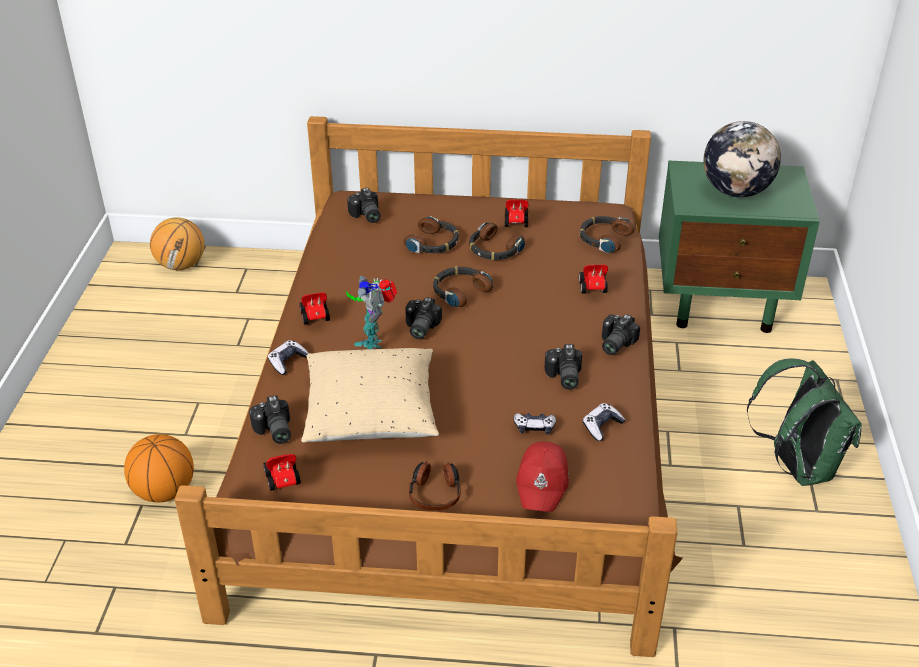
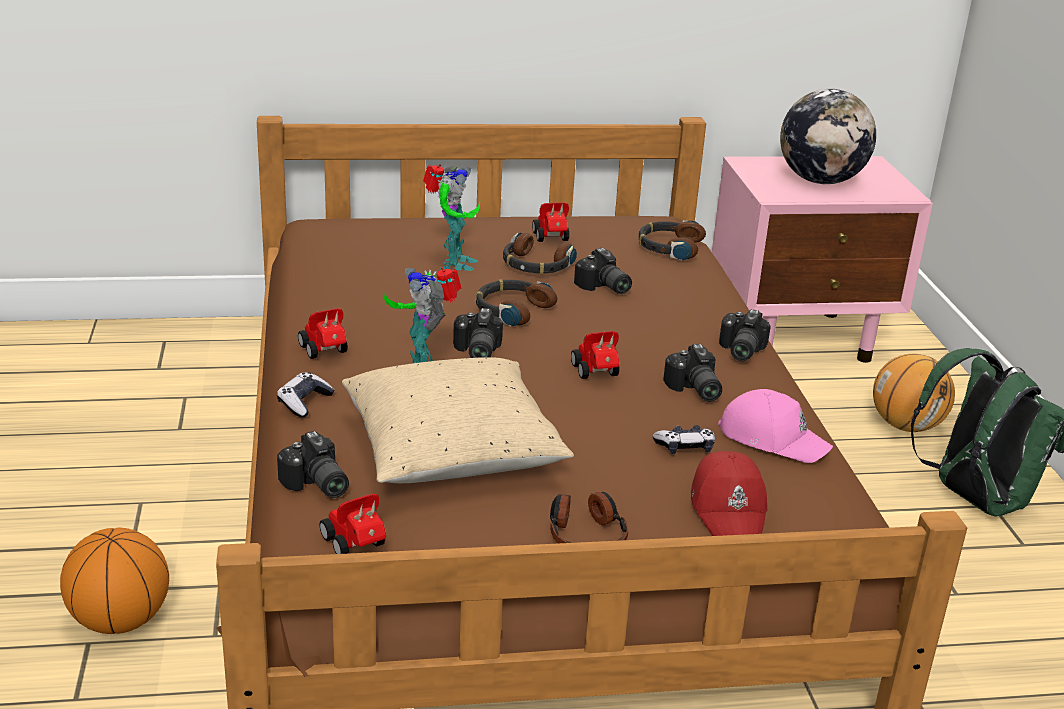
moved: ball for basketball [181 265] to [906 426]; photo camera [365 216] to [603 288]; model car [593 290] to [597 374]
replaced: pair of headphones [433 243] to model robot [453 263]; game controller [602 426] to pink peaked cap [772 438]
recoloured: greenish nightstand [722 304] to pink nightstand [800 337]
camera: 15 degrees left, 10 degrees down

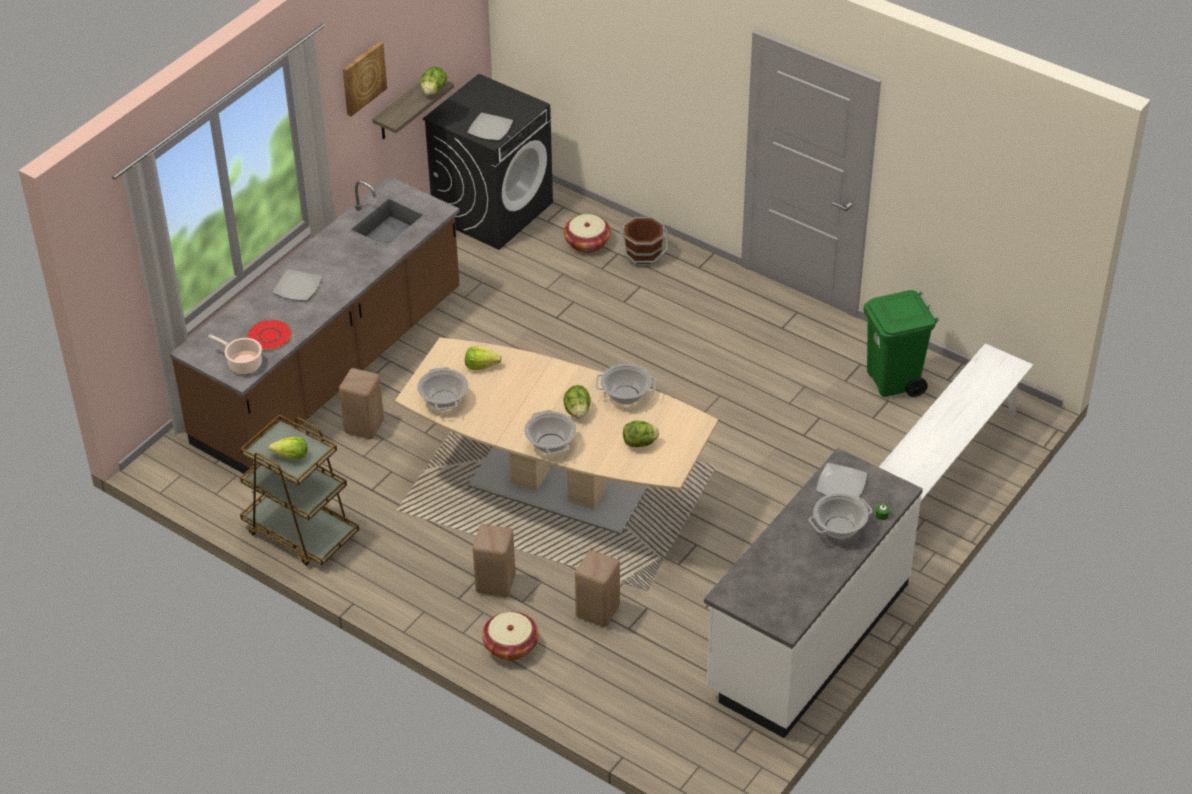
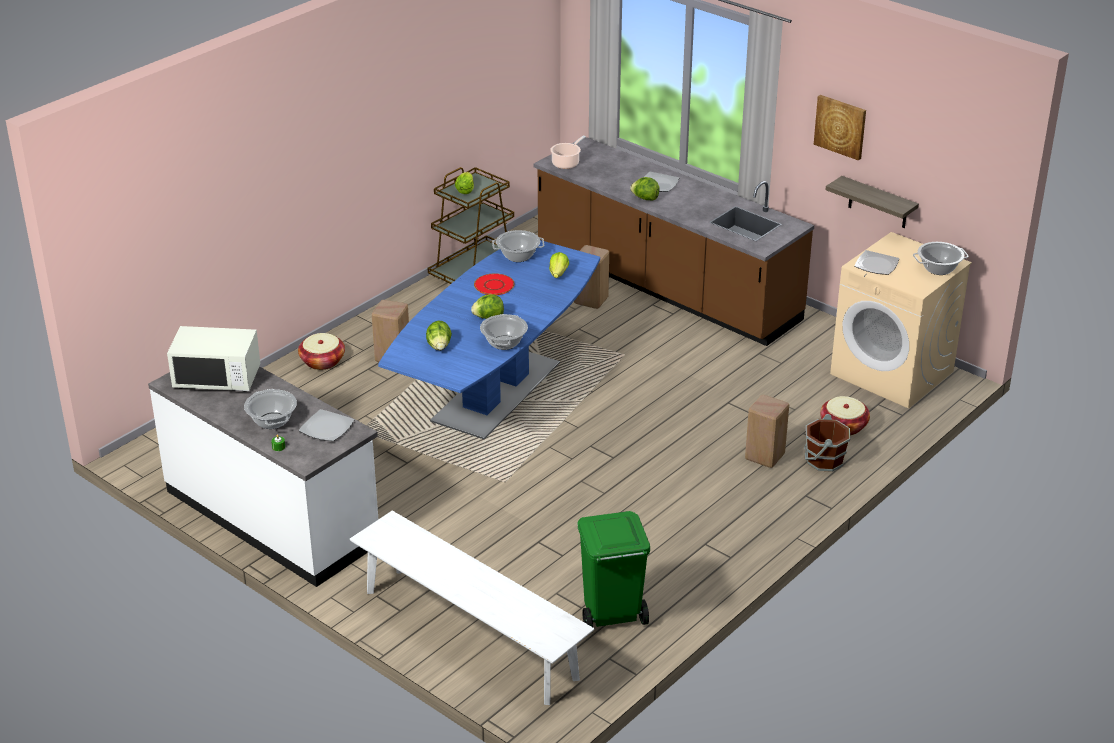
added: white microwave [217 378]
moved: reddish flat dish [269 336] to [494 285]; lettuce [433 91] to [645 198]; saucepot [550 444] to [938 268]; sand-coloured stool [596 611] to [764 456]
recoloured: sand-coloured dinner table [558 488] to blue-coloured dinner table [496 392]; blackish laundry appliance [492 210] to sand-coloured laundry appliance [892 373]
camera: 95 degrees right, 10 degrees down

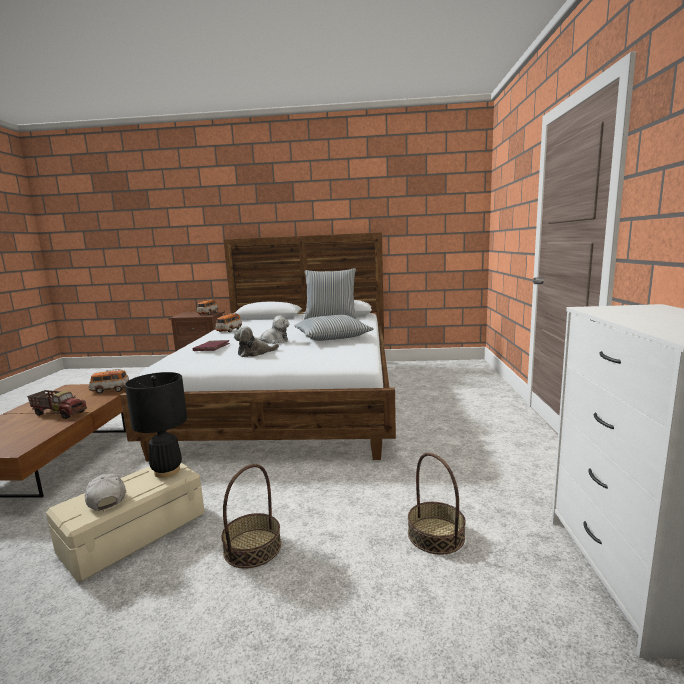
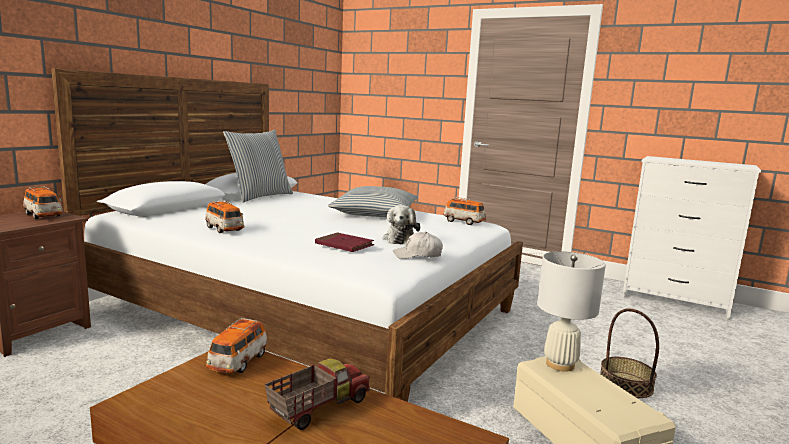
removed: plush toy [273 341]; household basket [436 535]
added: model car [464 222]
moved: white peaked cap [106 498] to [417 255]
recoloured: blackish tabletop lamp [167 471] to white tabletop lamp [559 364]
camera: 65 degrees left, 0 degrees up

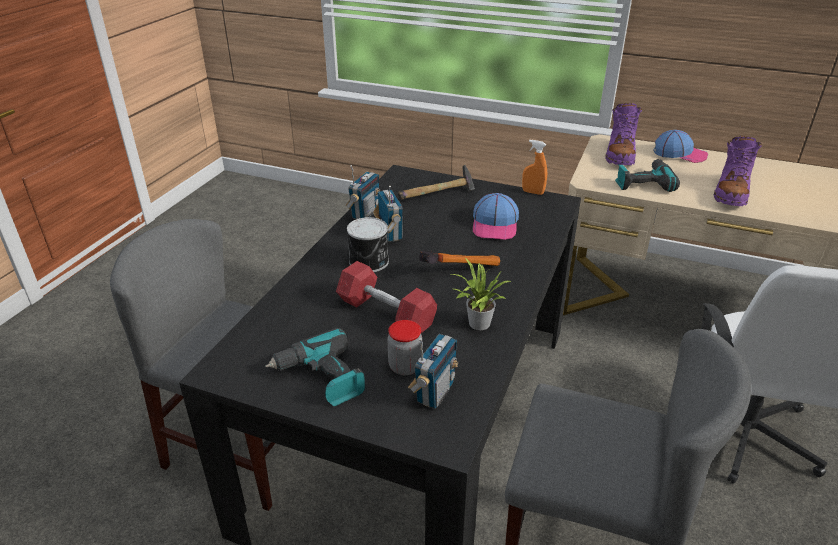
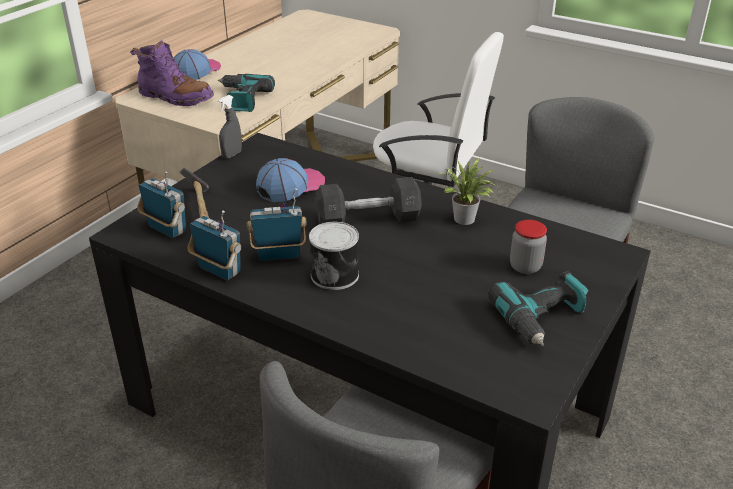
removed: reddish free weight [386 313]; purple tall boot [731 193]
moved: radio set [434 392] to [166 229]
replaced: tool hammer [457 268] to gray free weight [368 219]
recoloured: orange-coloured spray bottle [533 192] to gray spray bottle [232 154]
turned: peaked cap [495 225] = [290 186] 60 degrees counterclockwise
camera: 80 degrees left, 0 degrees up

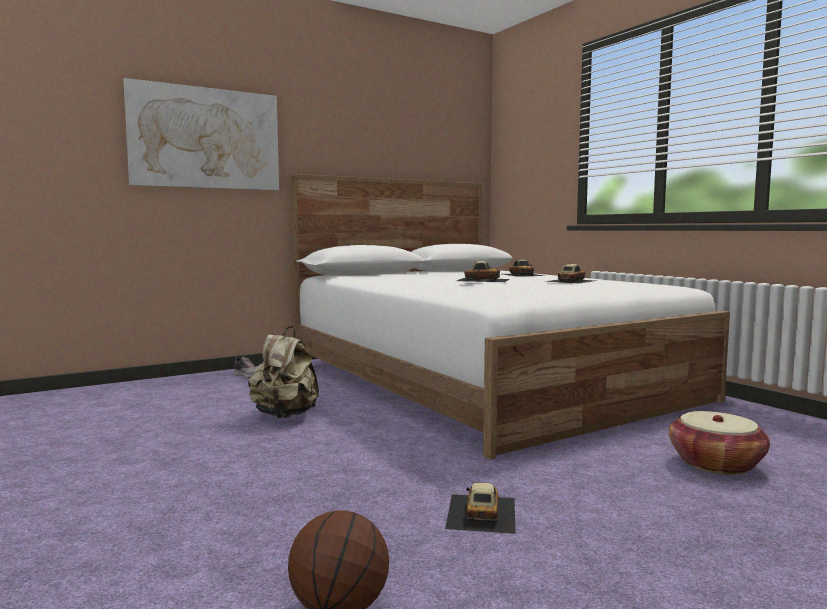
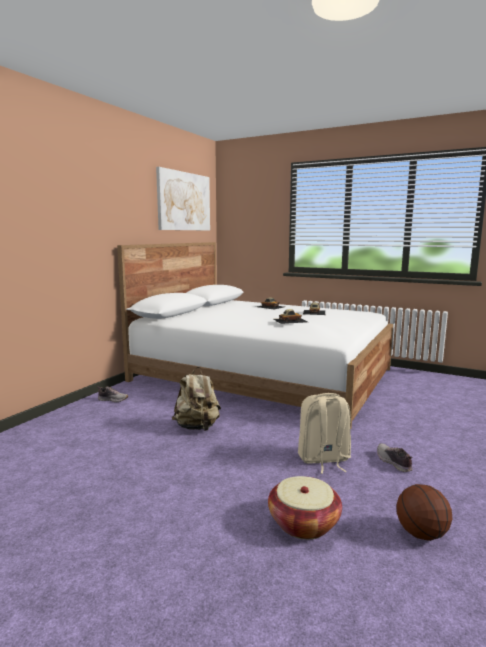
added: sand-coloured knapsack [323 459]
moved: wall picture [205 138] to [184 201]; household basket [716 464] to [304 523]
replaced: model car [481 513] to shoe [393 462]
camera: 30 degrees left, 5 degrees up

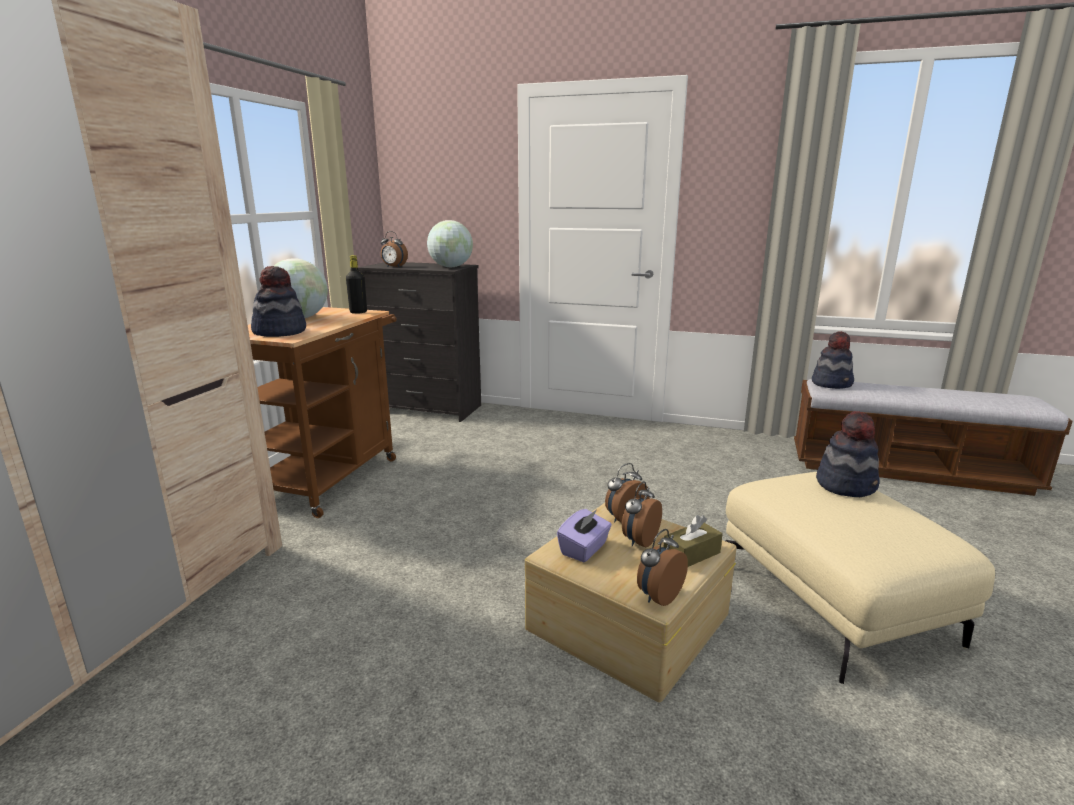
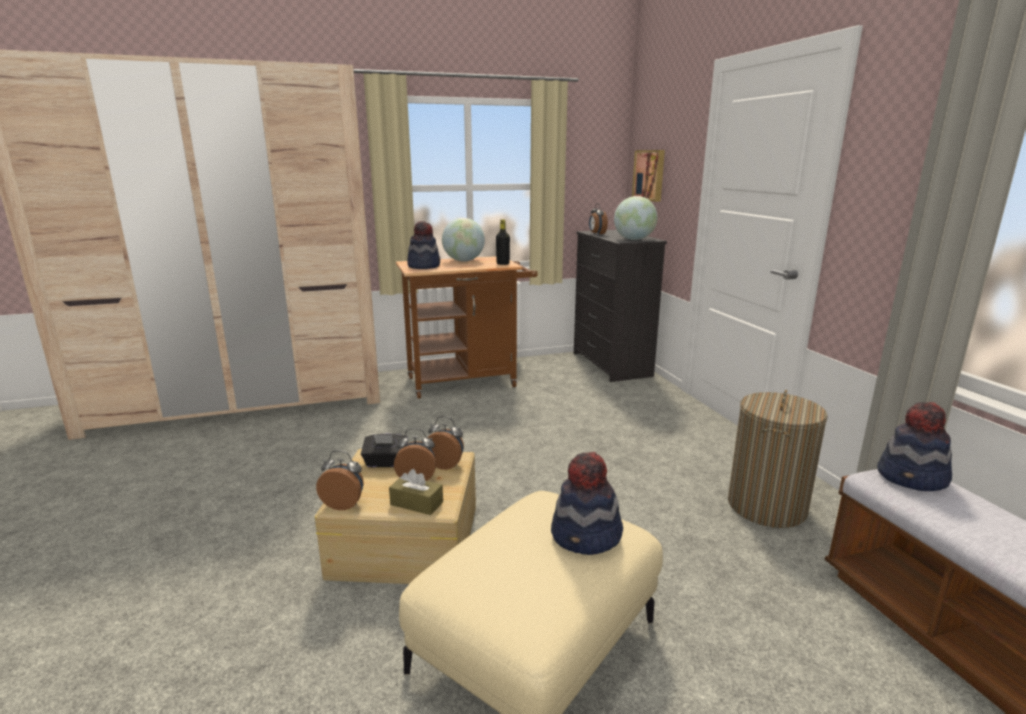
added: wall picture [650 175]; hamper [766 506]
recoloured: purple tissue holder [584 549] to blackish tissue holder [386 462]
camera: 55 degrees right, 0 degrees up

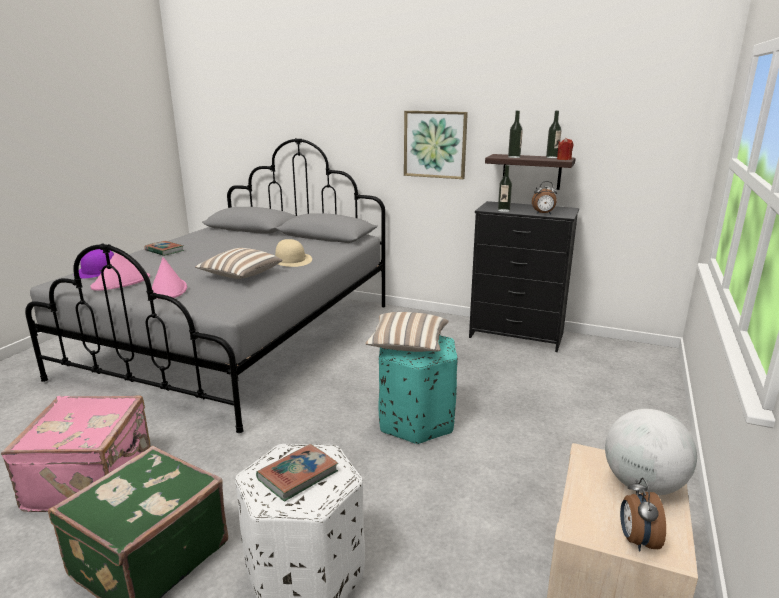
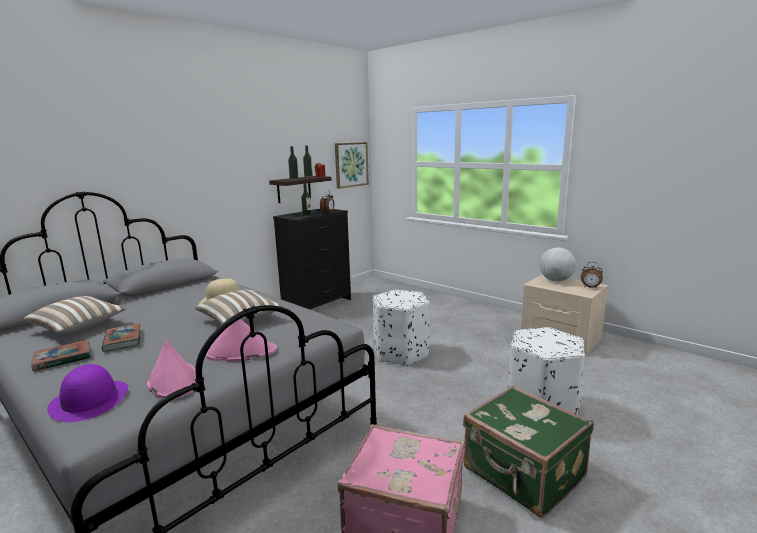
moved: volume [298 475] to [122 340]; cushion [408 346] to [79 326]; wall picture [435 144] to [351 164]
recoloured: turquoise-coloured pouffe [416 421] to white pouffe [401 353]
camera: 70 degrees left, 5 degrees down

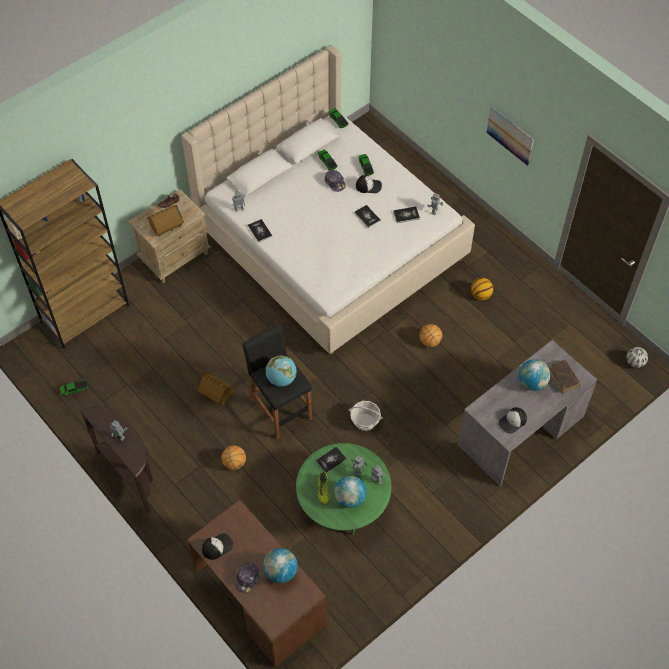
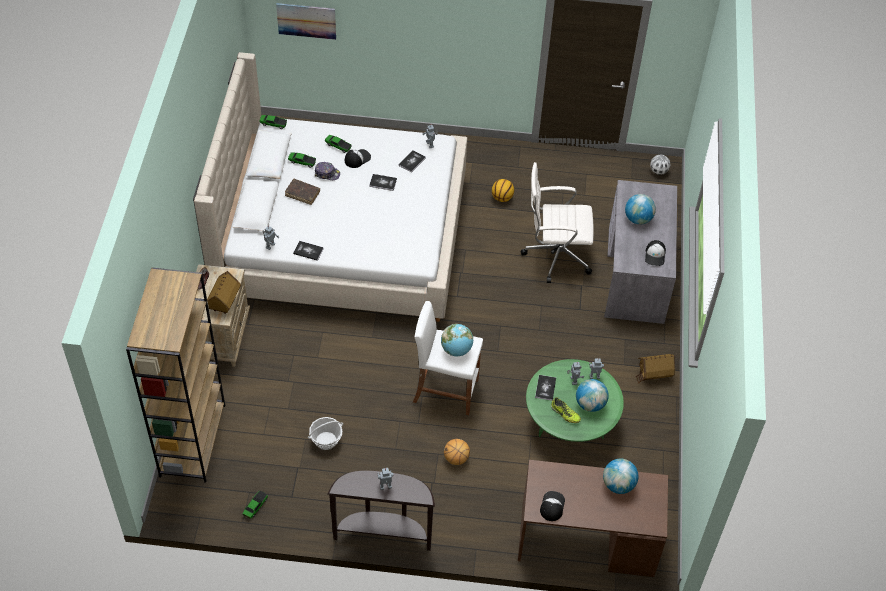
removed: peaked cap [247 579]; ball for basketball [430 341]
added: white office chair [555 255]
moved: toy house [216 395] to [653 374]; household basket [365 422] to [326 440]; wall picture [510 135] to [306 21]; brown volume [563 378] to [302 194]
recoloured: blackish stool [280 408] to white stool [445 391]
camera: 45 degrees left, 5 degrees down

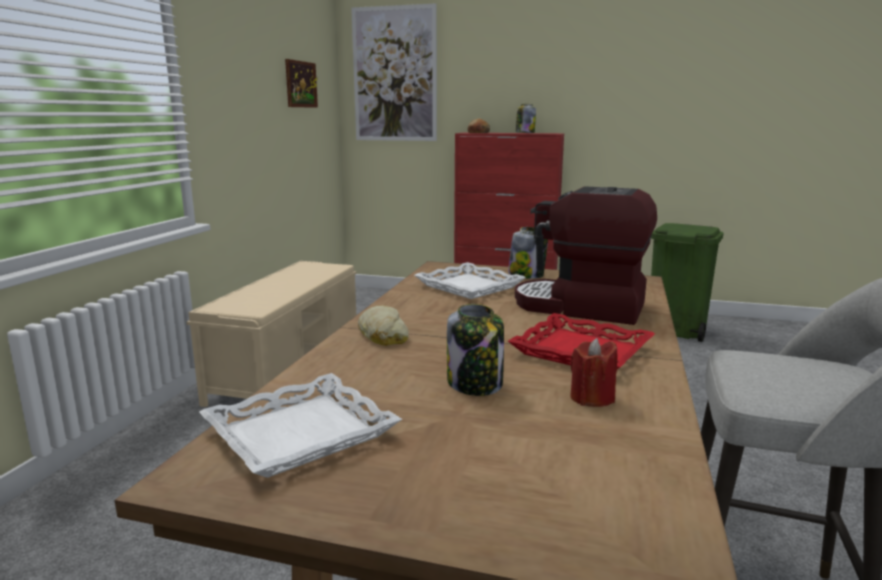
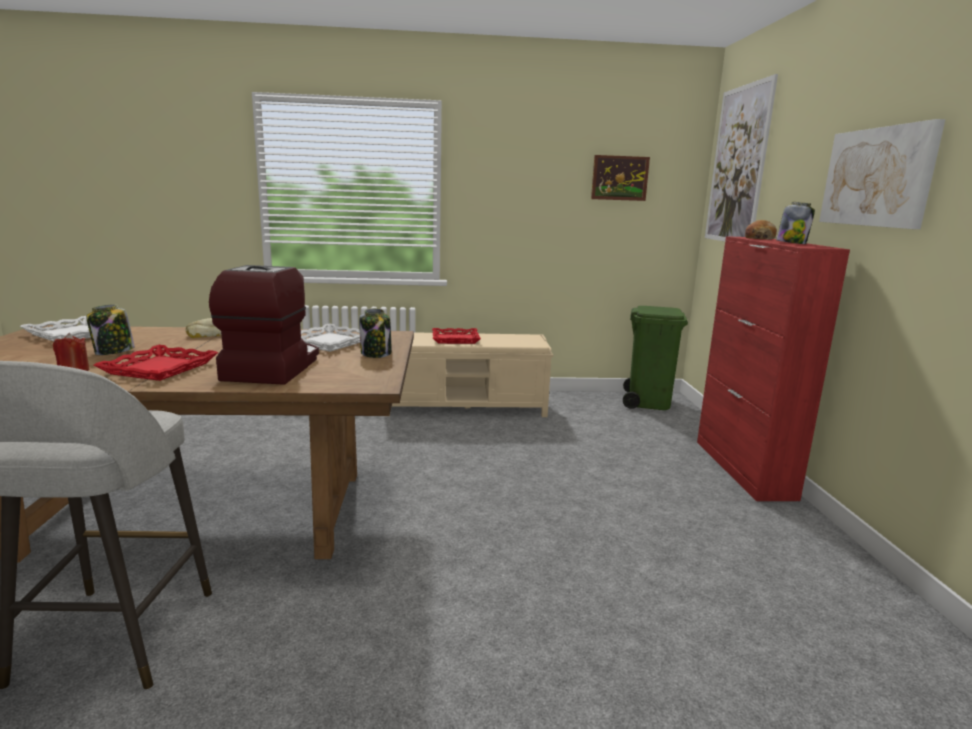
added: reddish serving tray [455 339]; wall picture [878 177]
moved: greenish waste bin [675 330] to [648 401]
camera: 70 degrees right, 0 degrees up

